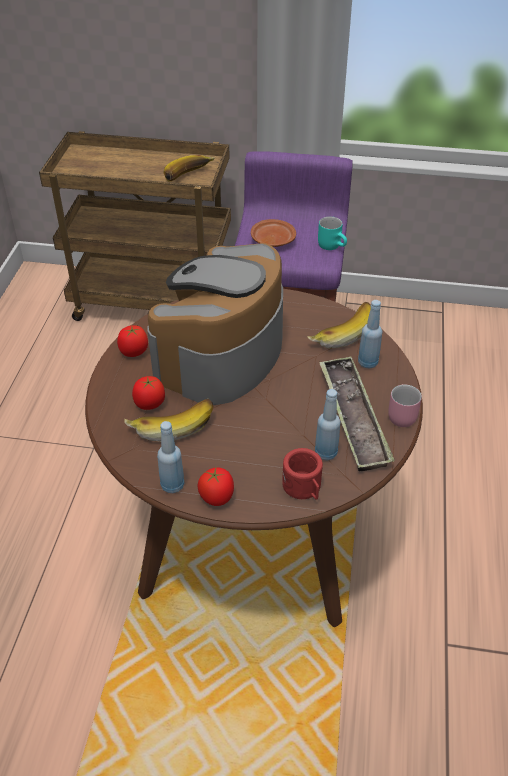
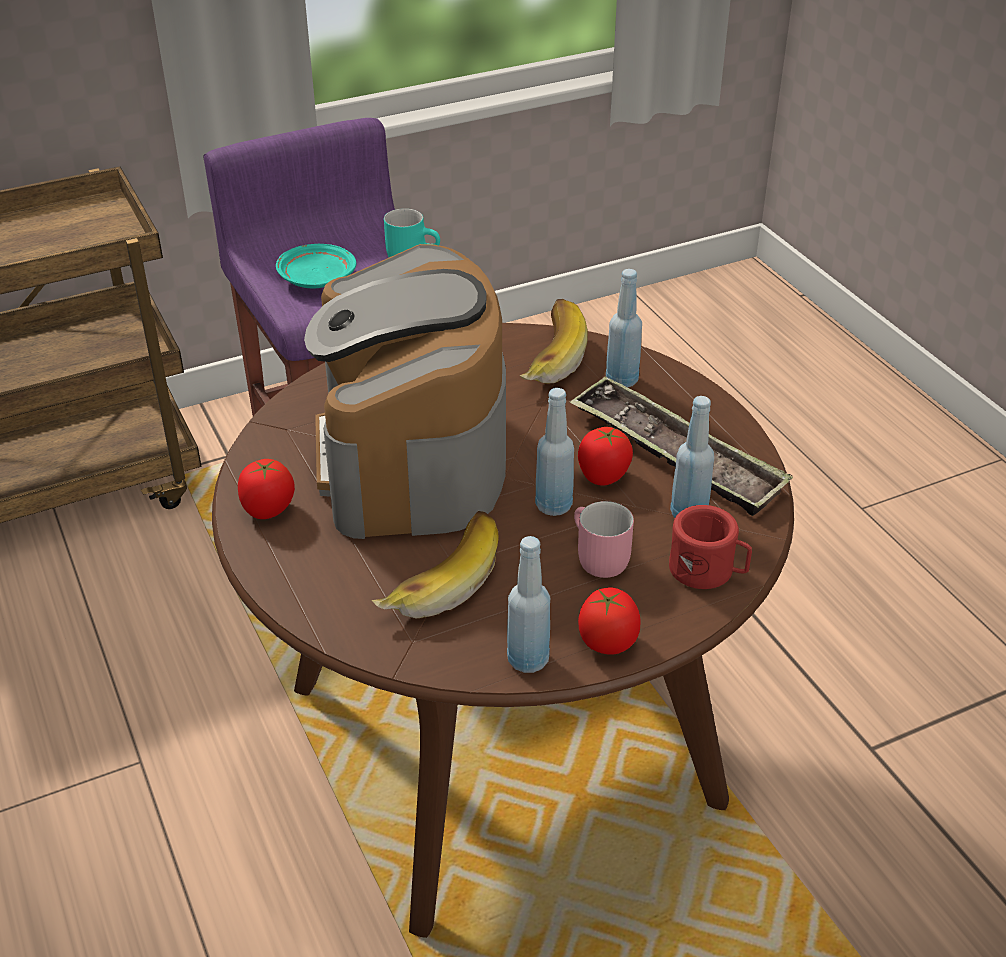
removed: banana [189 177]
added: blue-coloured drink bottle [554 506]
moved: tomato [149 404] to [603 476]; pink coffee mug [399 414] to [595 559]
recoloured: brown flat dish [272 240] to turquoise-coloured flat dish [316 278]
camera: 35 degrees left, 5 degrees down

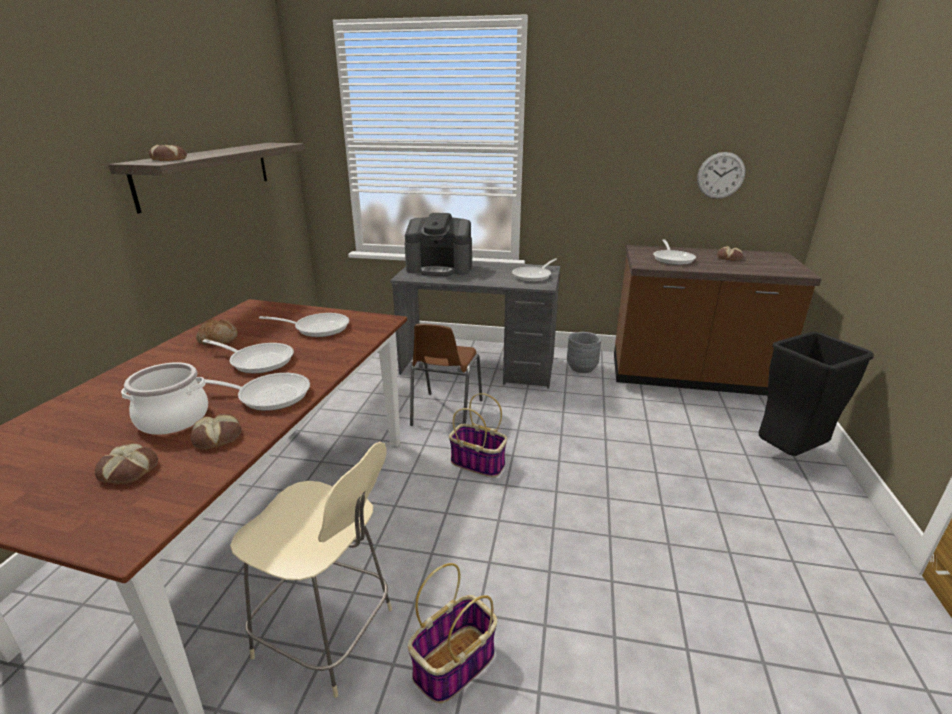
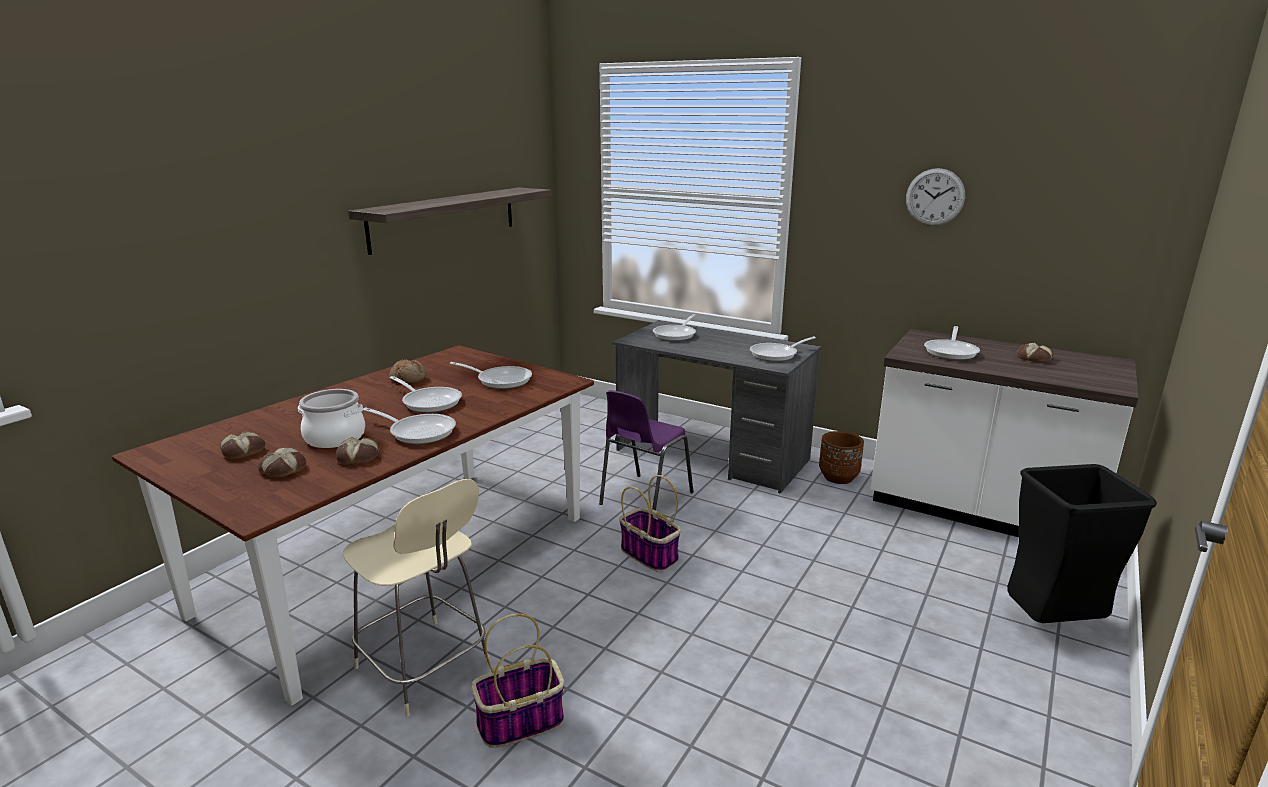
moved: baked bread [169 159] to [244 451]; hanging clock [720 175] to [935 197]
replaced: coffee maker [440 268] to skillet [676 334]
recoloured: brown chair [445 413] to purple chair [644 499]; gray flower pot [582 368] to brown flower pot [838 477]; brown counter [690 377] to white counter [979 512]
camera: 20 degrees right, 5 degrees down

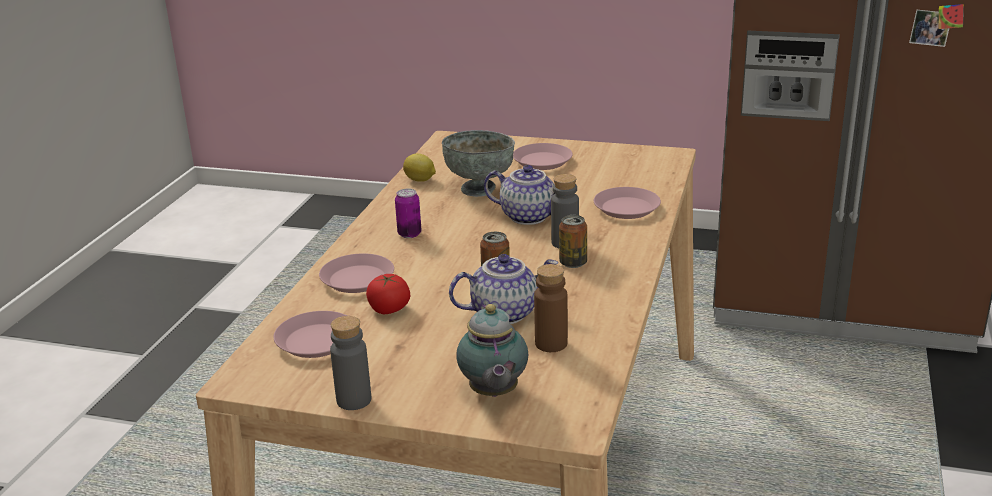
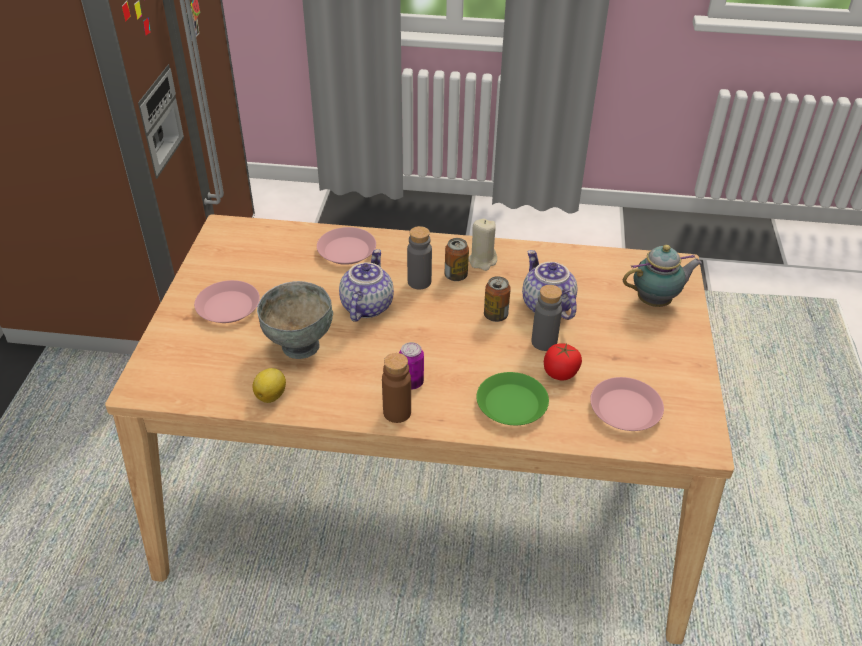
added: sand-coloured wax candle [482 261]
moved: gray drink bottle [354 400] to [544 342]; brown drink bottle [551 344] to [397 412]
recoloured: pink flat dish [357 279] to greenish flat dish [511 404]
camera: 100 degrees left, 15 degrees up

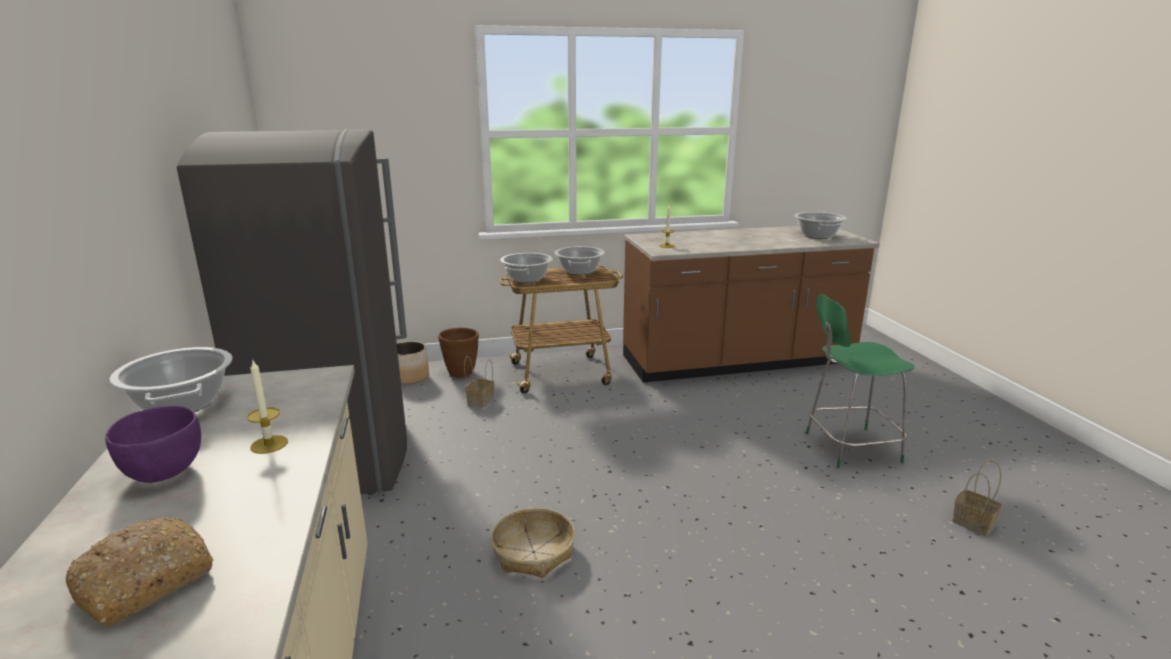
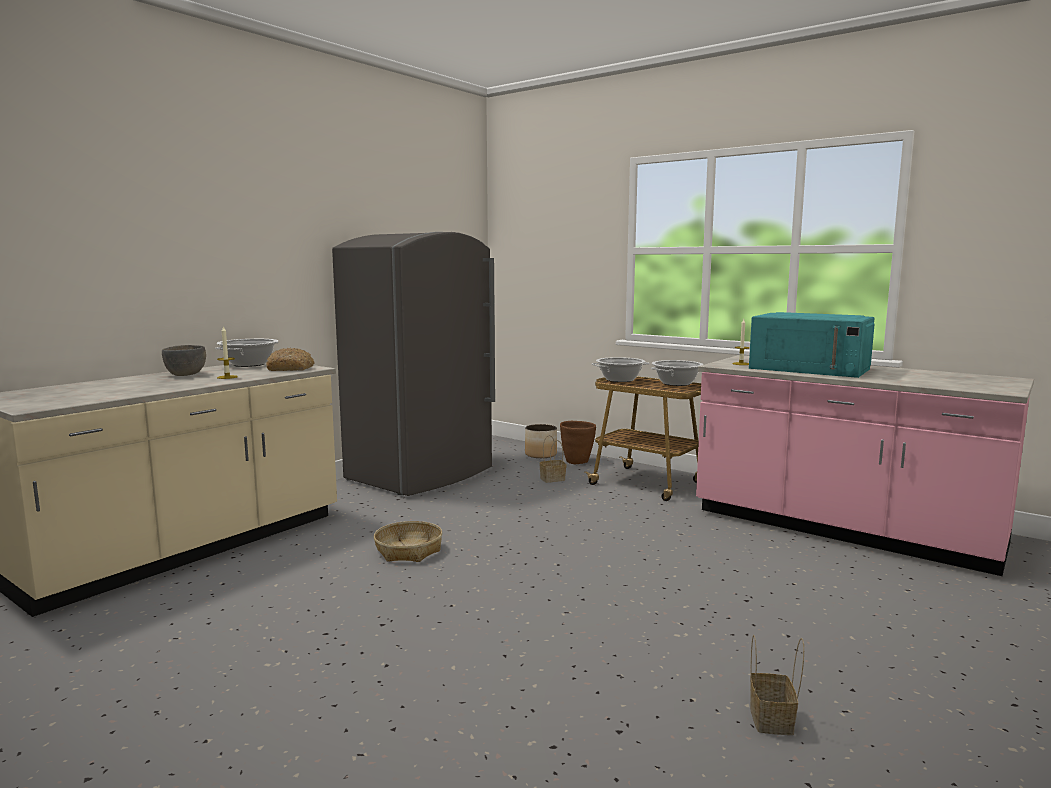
removed: saucepot [817 236]; greenish chair [849 447]
added: turquoise-coloured microwave [810 369]
moved: baked bread [147 580] to [291 369]
recoloured: purple deep dish [164 472] to gray deep dish [186 375]; brown counter [737 361] to pink counter [843 529]
camera: 50 degrees right, 10 degrees down

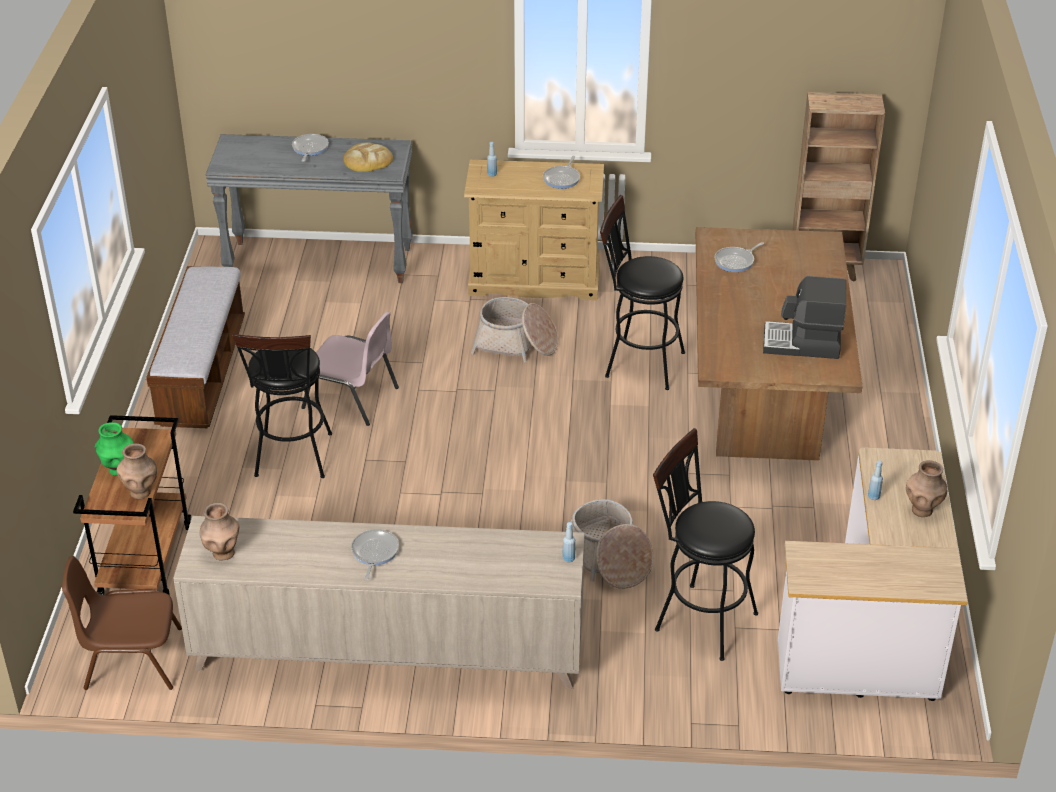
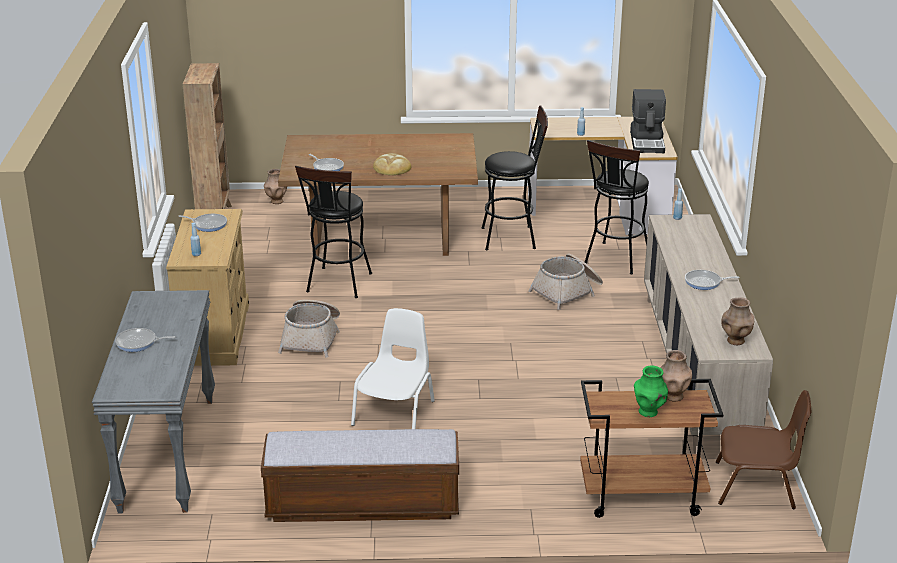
moved: blackish stool [293 460] to [514 238]; baked bread [367 161] to [392 167]; coffee maker [802 344] to [648 142]; brown flower vase [922 510] to [276 201]
recoloured: pink chair [352 398] to white chair [395 412]
turned: brown chair [131 659] = [756 486] 75 degrees counterclockwise
camera: 95 degrees left, 10 degrees down

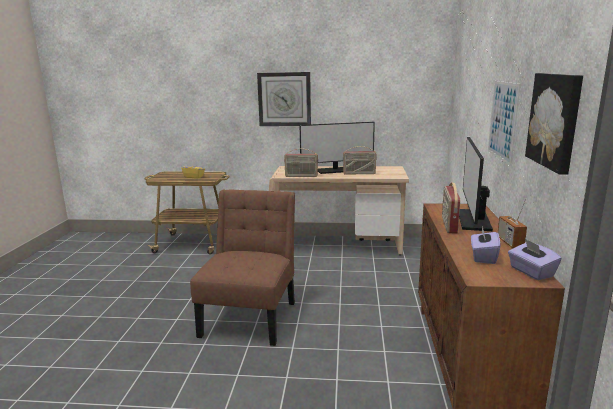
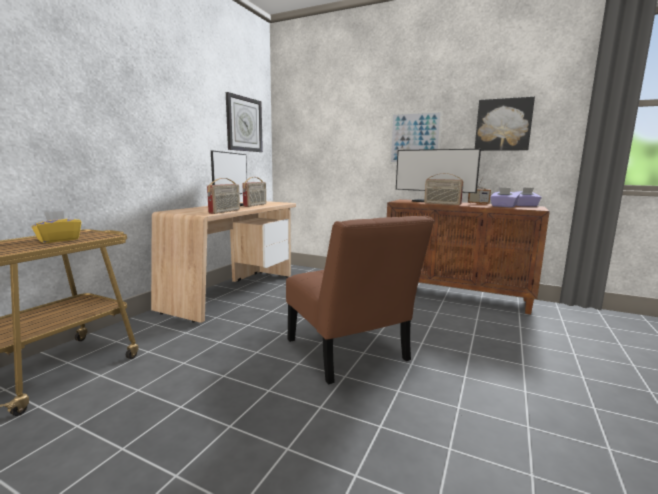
moved: hanging clock [284 99] to [244 124]
turned: brown chair [251 316] = [349 353] 150 degrees counterclockwise
camera: 70 degrees left, 5 degrees down

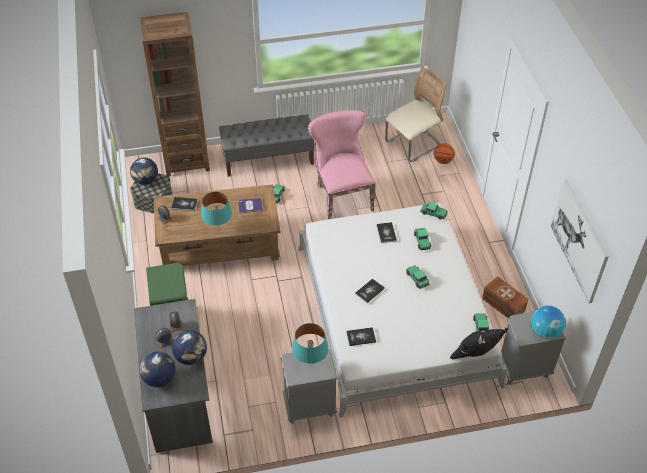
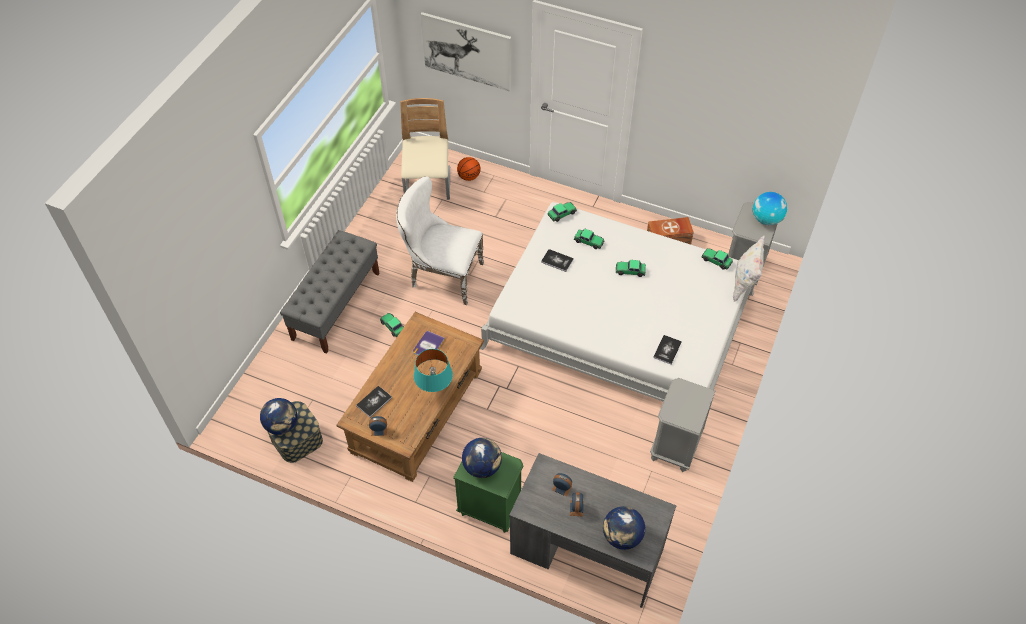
removed: brown bookshelf [186 161]; turquoise-coloured tabletop lamp [310 362]; volume [369 291]
moved: desk globe [191 357] to [482 467]; wall picture [579 240] to [467 51]
recoloured: pink chair [341 195] to white chair [442 276]; blackish cushion [475 356] to white cushion [744 283]
camera: 55 degrees left, 5 degrees up

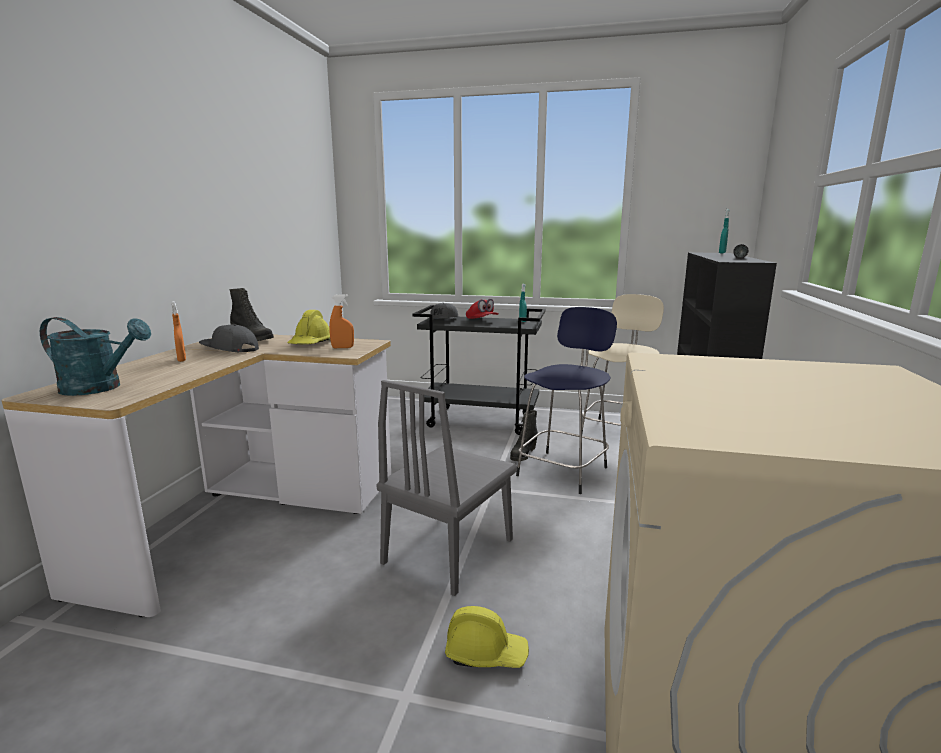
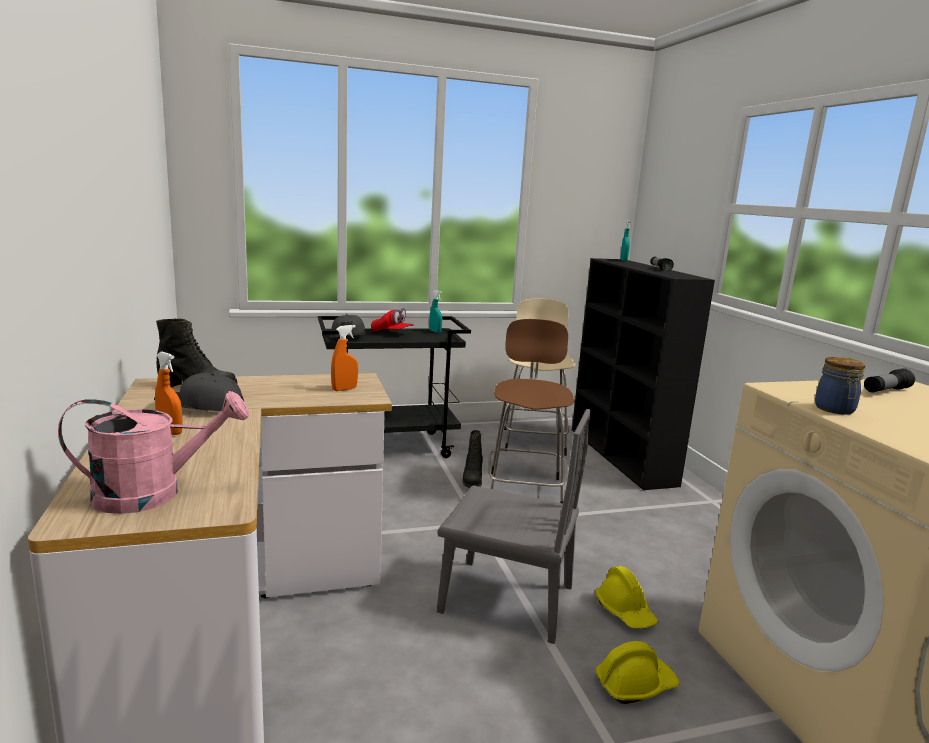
added: storage jar [835 410]; torch [886 391]
moved: yellow hard hat [311 344] to [625 611]
recoloured: turquoise-coloured sprinkling can [100 388] to pink sprinkling can [154 493]; blue-coloured stool [564 470] to brown stool [525 489]
turned: gray chair [449 550] = [506 599] 75 degrees counterclockwise
camera: 30 degrees left, 0 degrees up

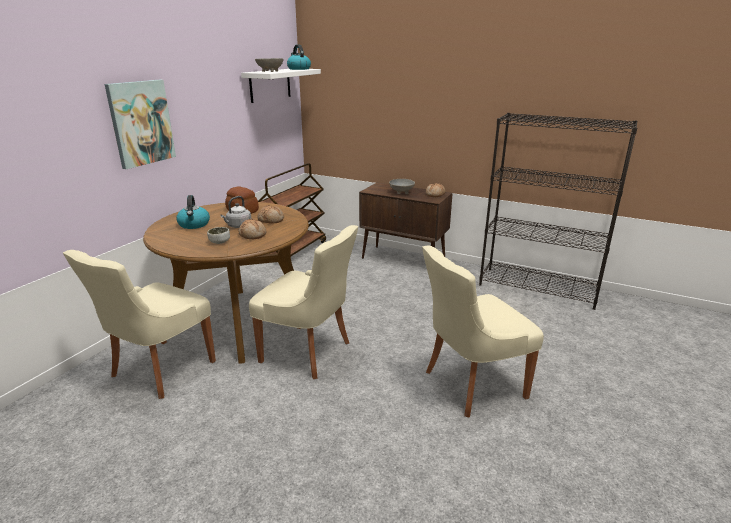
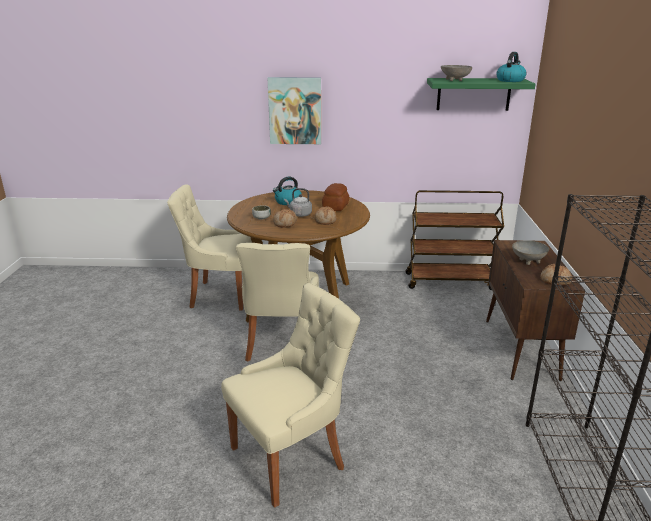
recoloured: white bracket shelf [270 85] to greenish bracket shelf [473 94]
turned: sand-coloured chair [470 384] = [291 457] 105 degrees clockwise
camera: 65 degrees right, 0 degrees up

